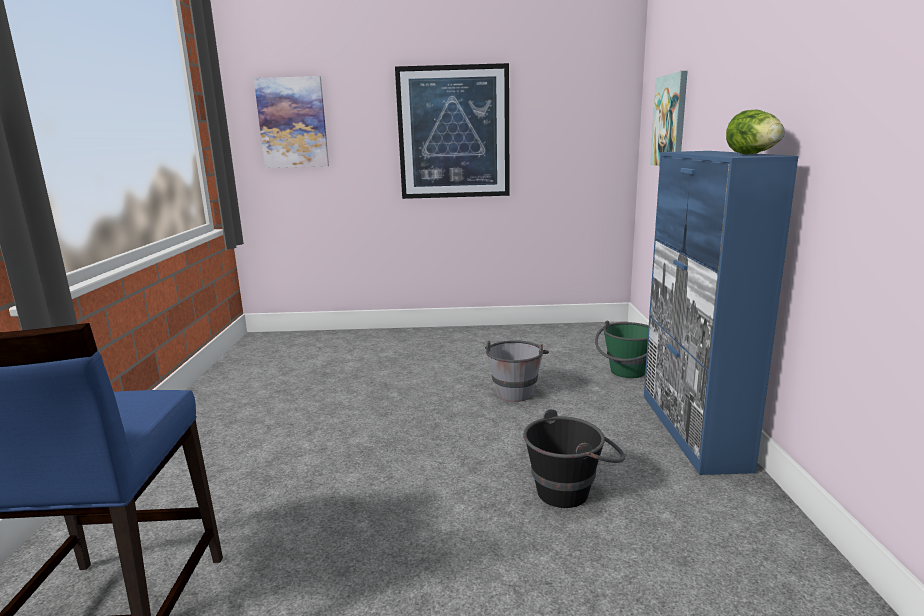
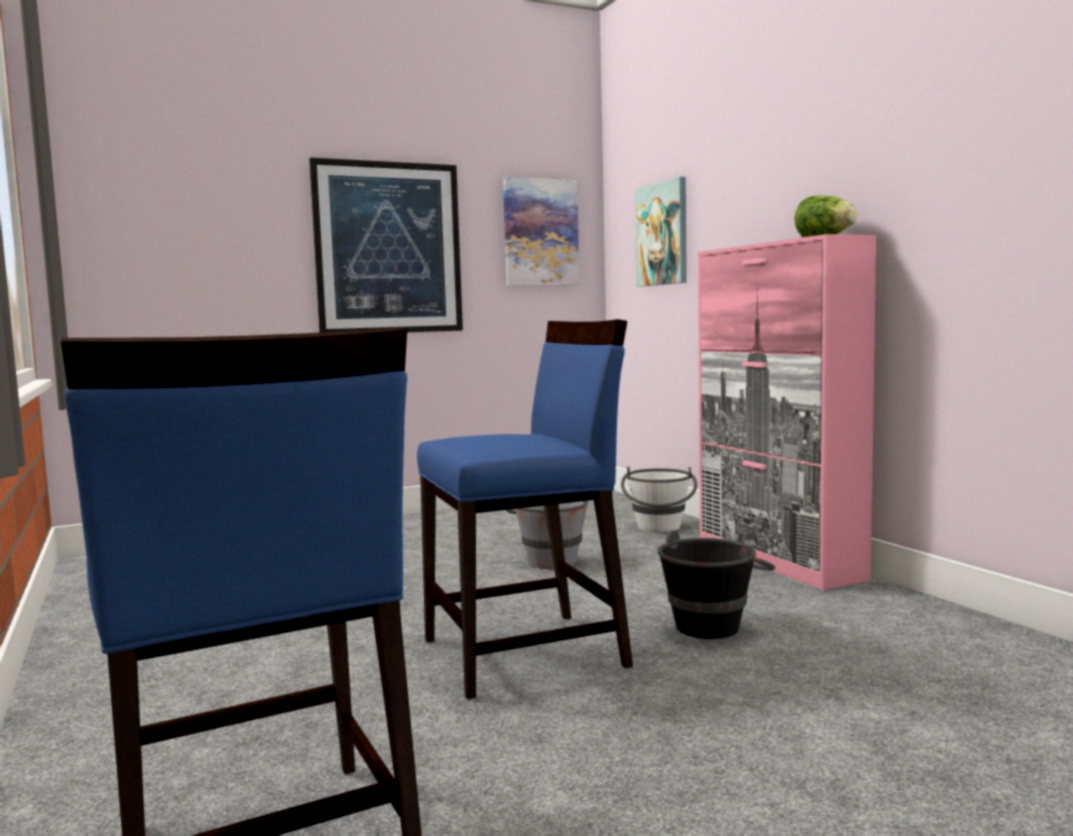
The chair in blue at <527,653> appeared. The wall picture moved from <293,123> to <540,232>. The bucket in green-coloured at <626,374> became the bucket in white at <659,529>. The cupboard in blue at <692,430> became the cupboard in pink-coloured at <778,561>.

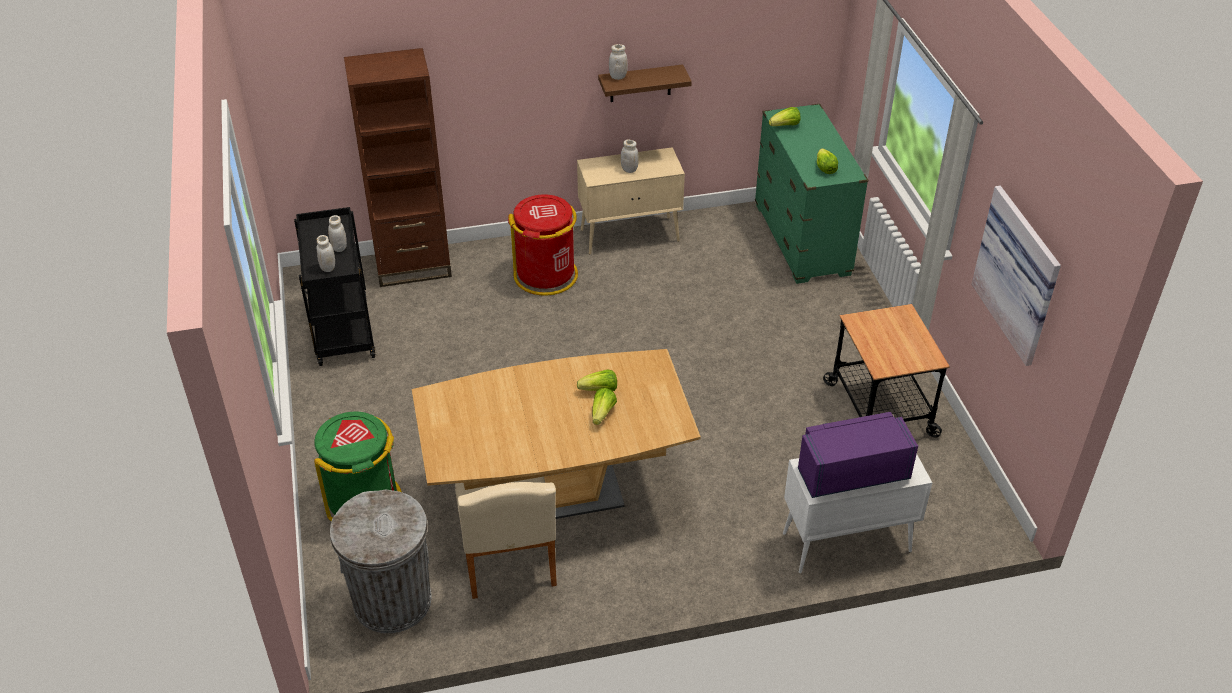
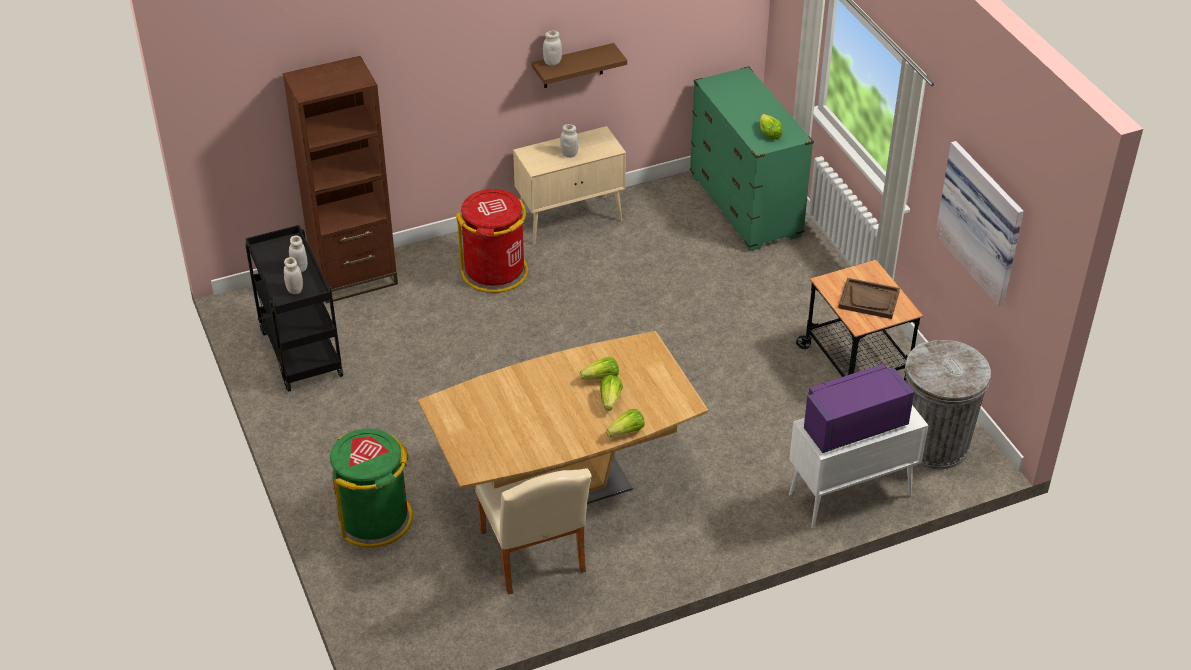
The head of lettuce moved from <785,126> to <627,432>. The carrying tray in brown-coloured at <869,300> appeared. The waste bin in greyish moved from <392,601> to <934,444>.

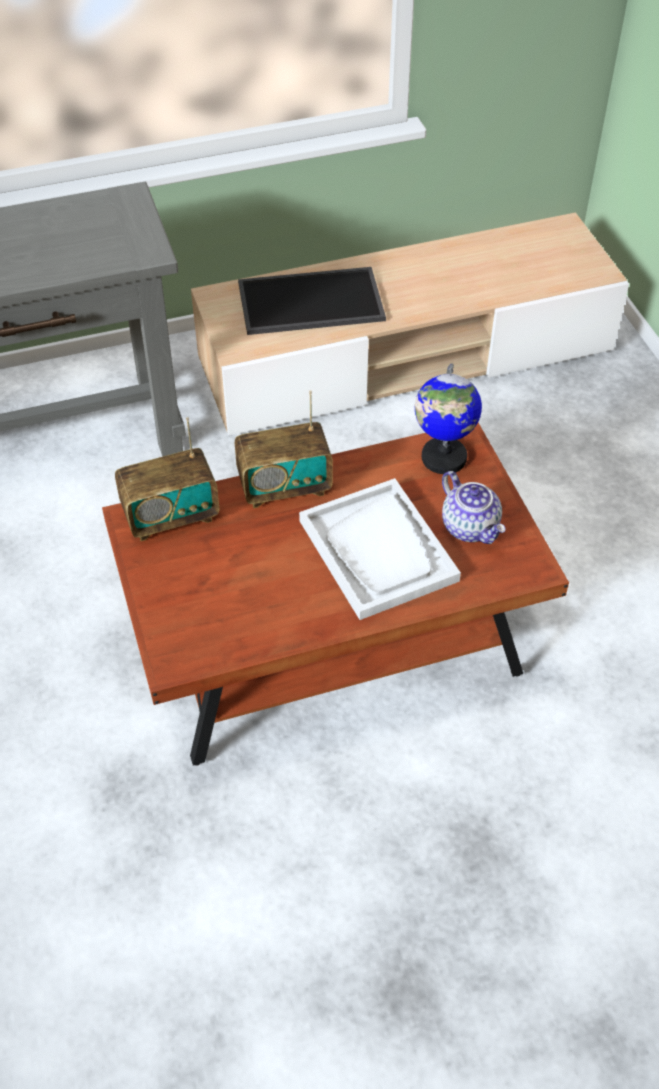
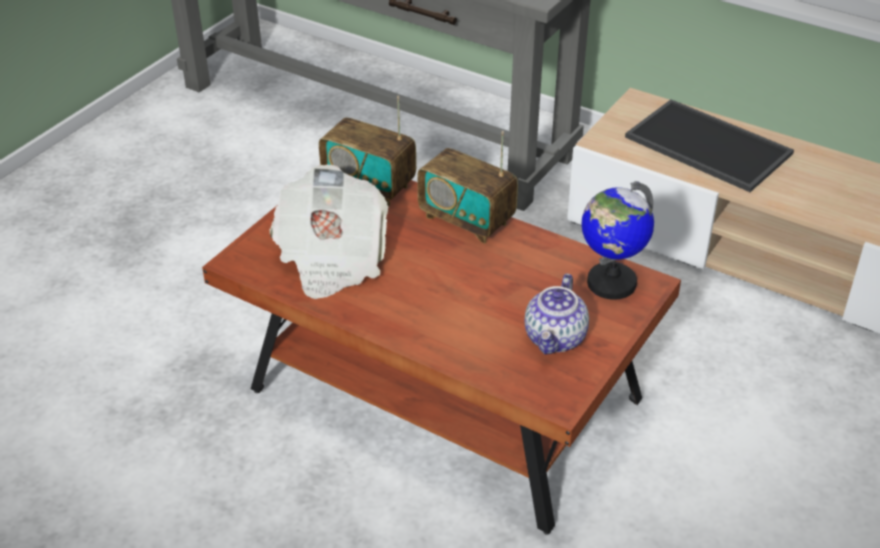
The printed paper at <331,258> appeared. The carrying tray in white at <378,551> disappeared.

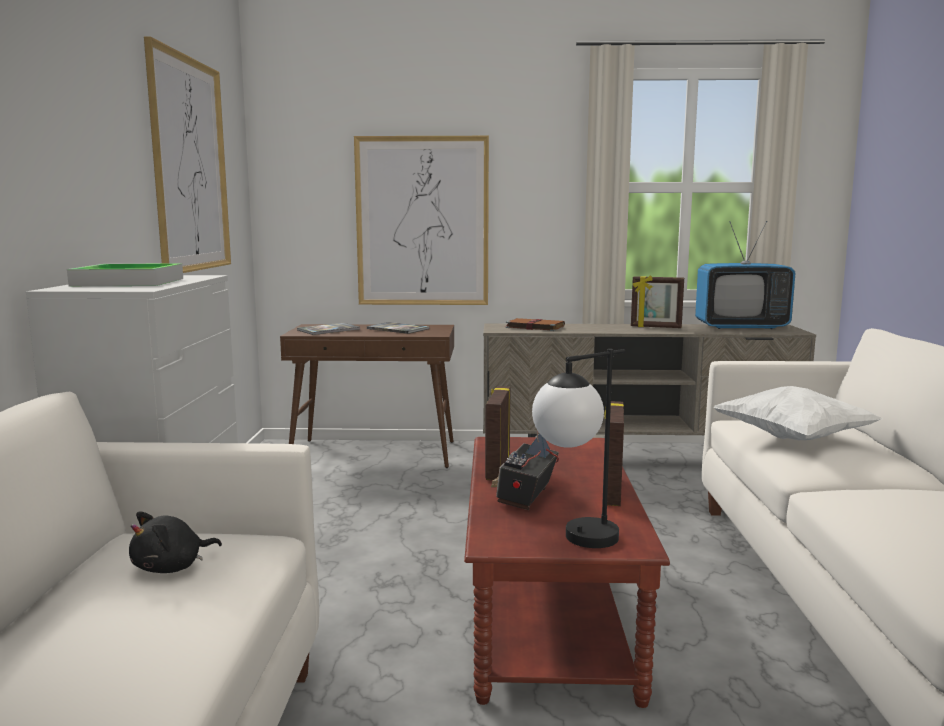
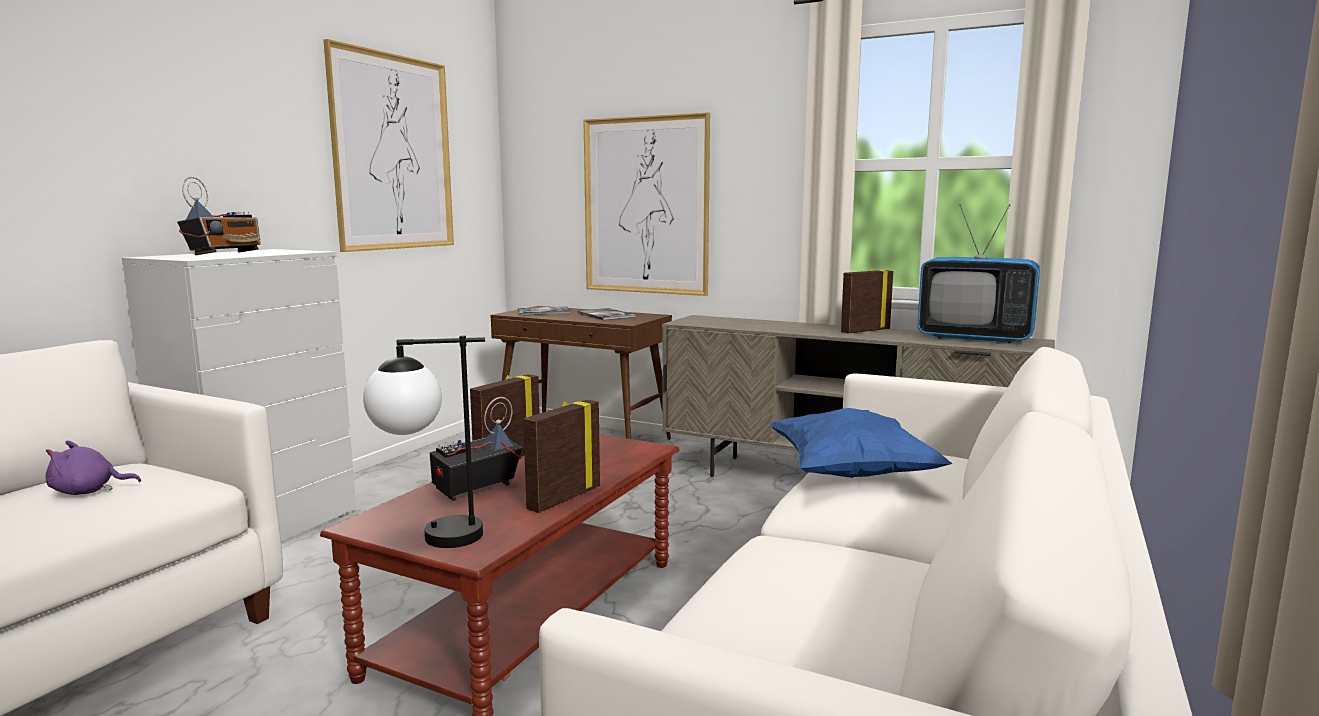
The soft toy in black at <172,567> became the soft toy in purple-coloured at <88,491>. The carrying tray at <129,282> was replaced by the radio set at <225,254>. The cushion in white at <793,439> became the cushion in blue at <852,475>. The standing frame at <655,327> turned 105 degrees clockwise. The book in brown-coloured at <534,327> disappeared.

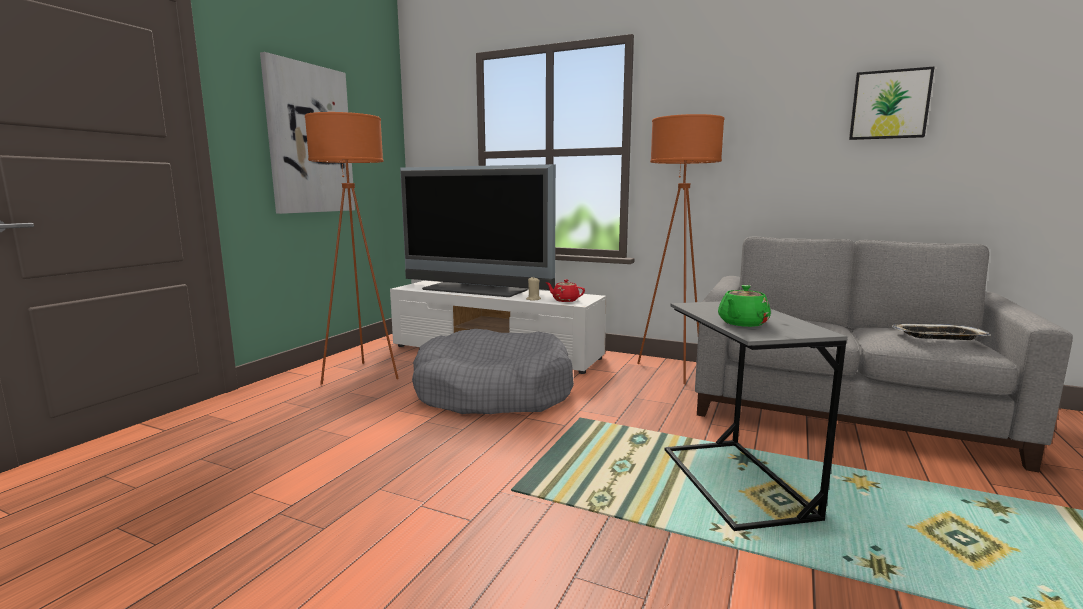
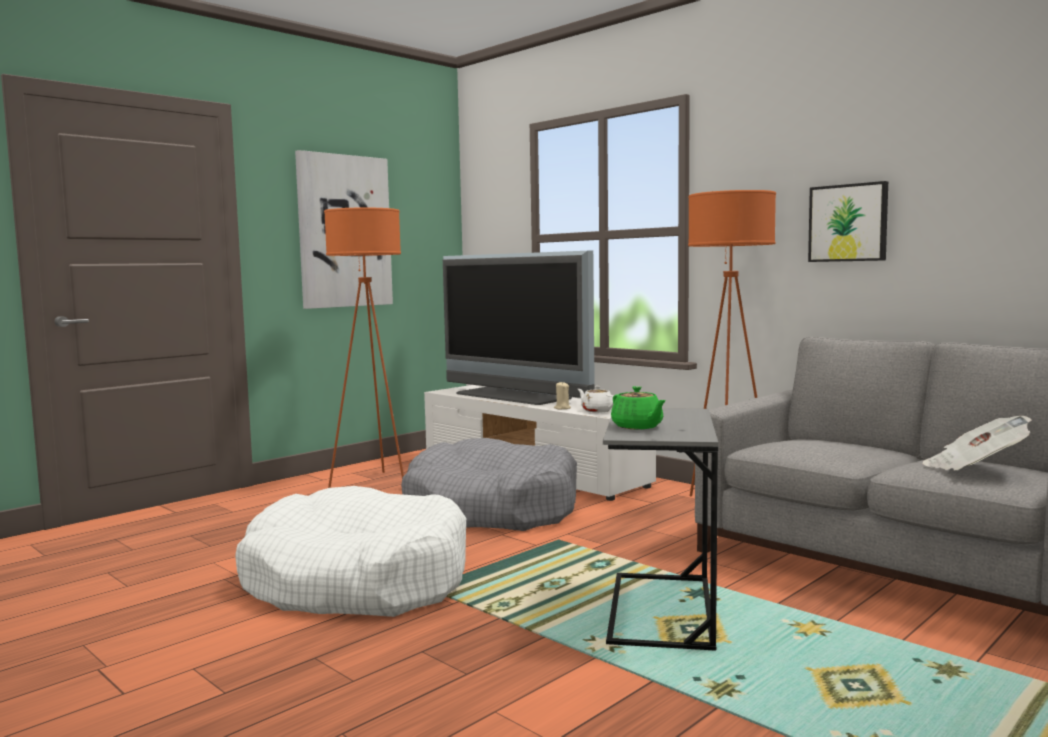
The pet bed in white at <357,581> appeared. The pot for tea in red at <565,300> became the pot for tea in white at <597,411>. The pot for tea in green-coloured at <742,323> turned 90 degrees counterclockwise. The wall picture moved from <889,105> to <848,223>. The carrying tray at <938,337> was replaced by the printed paper at <974,468>.

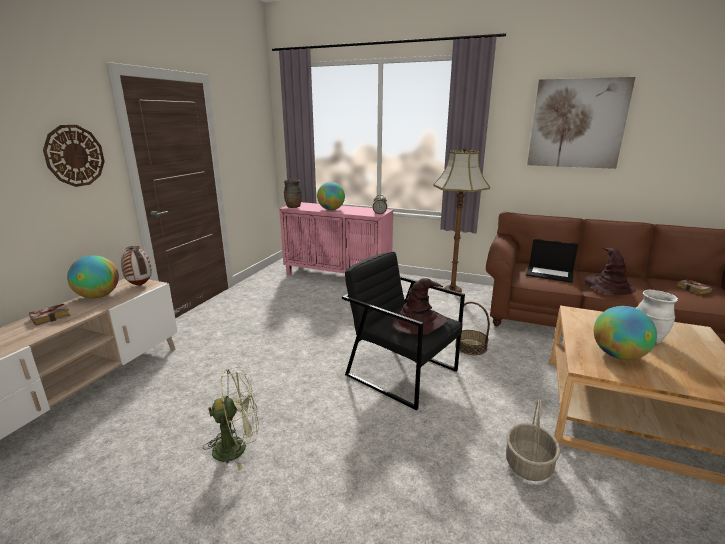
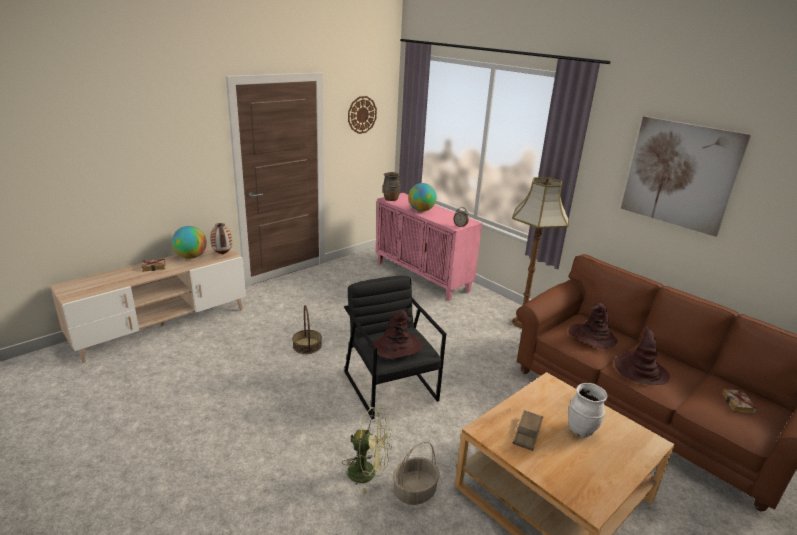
The storage basket moved from <471,346> to <307,345>. The fan in green-coloured moved from <237,447> to <368,473>. The clock on the wall moved from <74,155> to <362,114>. The world globe at <618,355> was replaced by the carrying tray in brown-coloured at <527,433>. The portable computer at <550,274> was replaced by the clothing hat in brown-coloured at <591,337>.

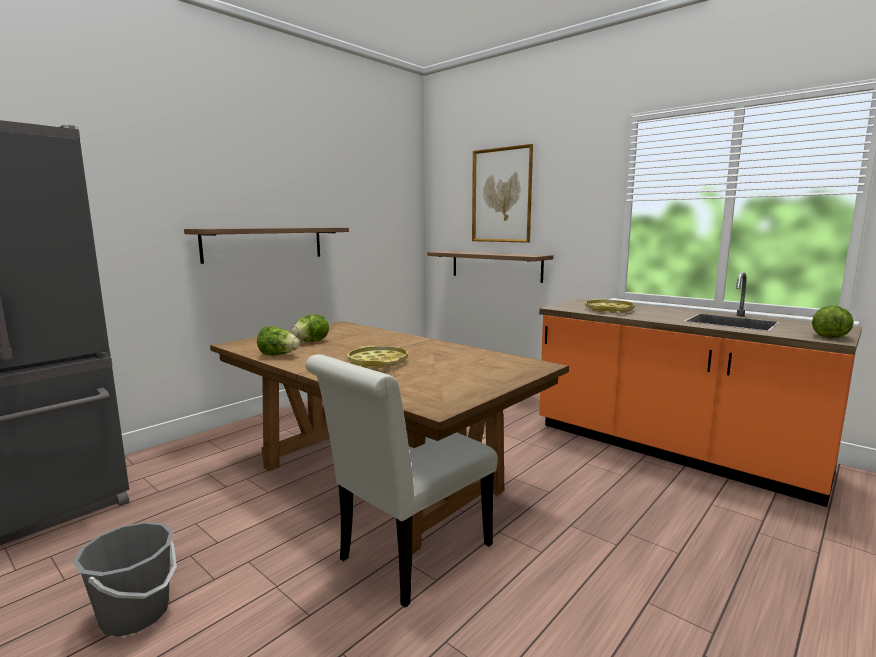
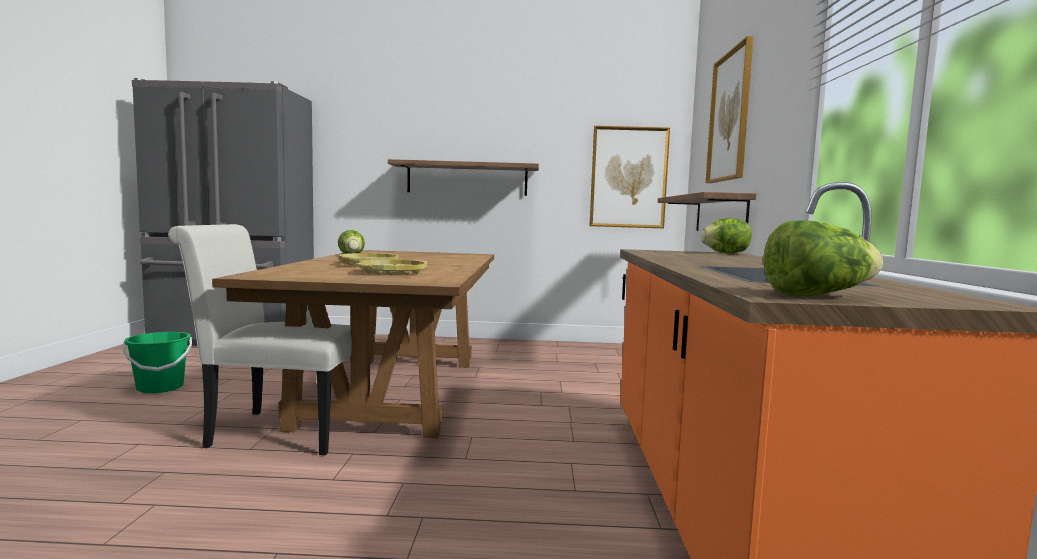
The bucket in greyish at <135,614> became the bucket in green-coloured at <160,387>. The carrying tray in yellow-coloured moved from <609,310> to <393,272>. The wall picture at <628,177> appeared. The head of lettuce moved from <311,341> to <725,253>.

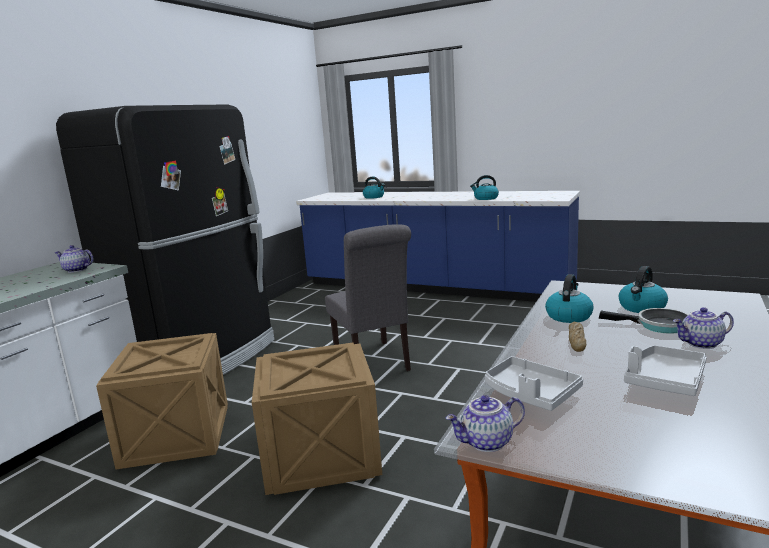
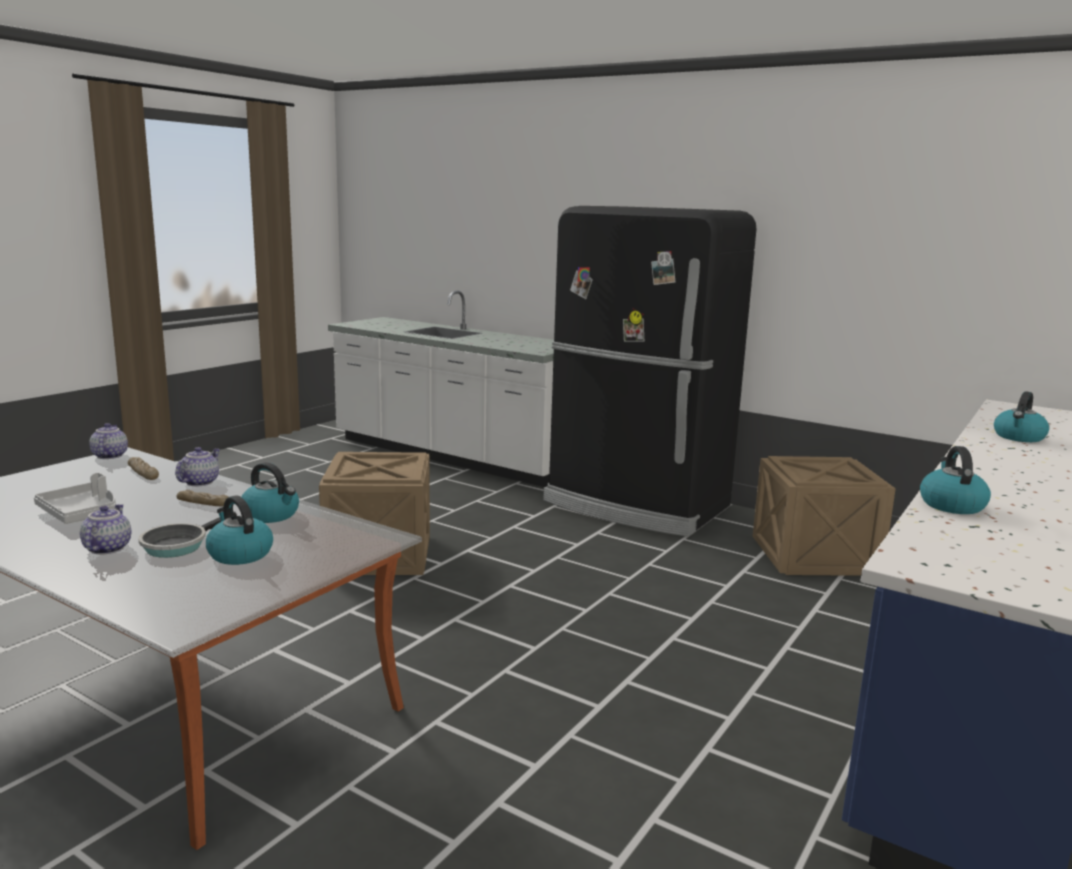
The carrying tray in greyish at <530,394> was replaced by the baked bread at <143,473>. The pot for tea moved from <76,270> to <199,482>. The crate moved from <177,437> to <812,557>. The chair in greyish at <374,363> disappeared.

